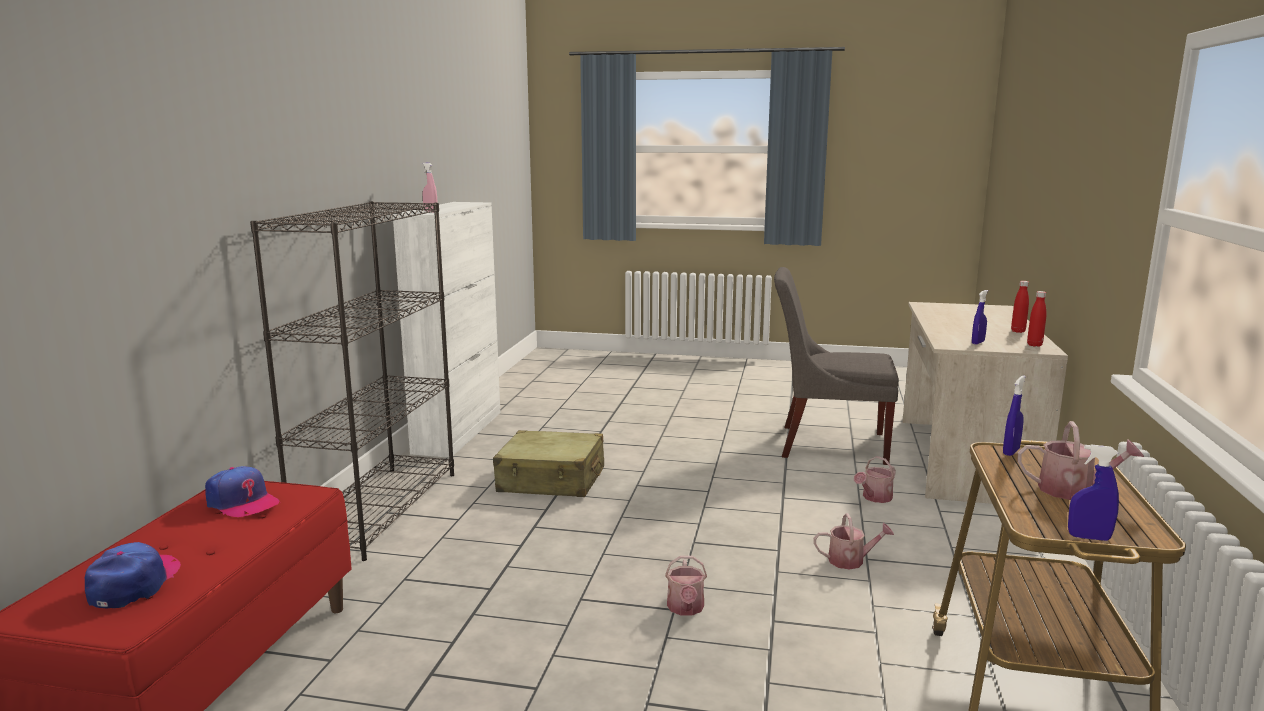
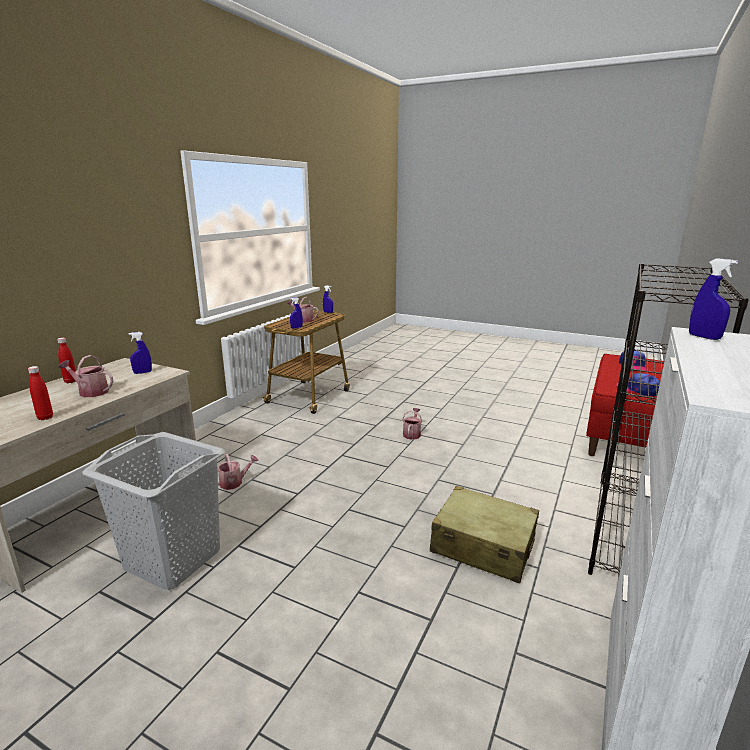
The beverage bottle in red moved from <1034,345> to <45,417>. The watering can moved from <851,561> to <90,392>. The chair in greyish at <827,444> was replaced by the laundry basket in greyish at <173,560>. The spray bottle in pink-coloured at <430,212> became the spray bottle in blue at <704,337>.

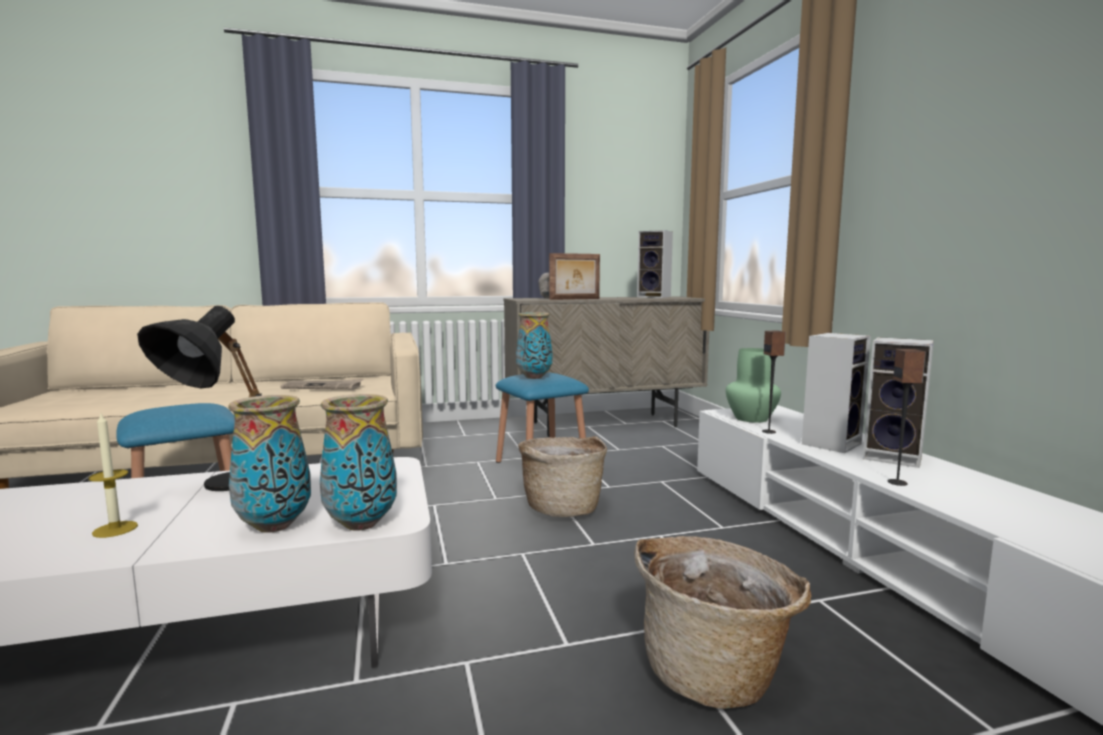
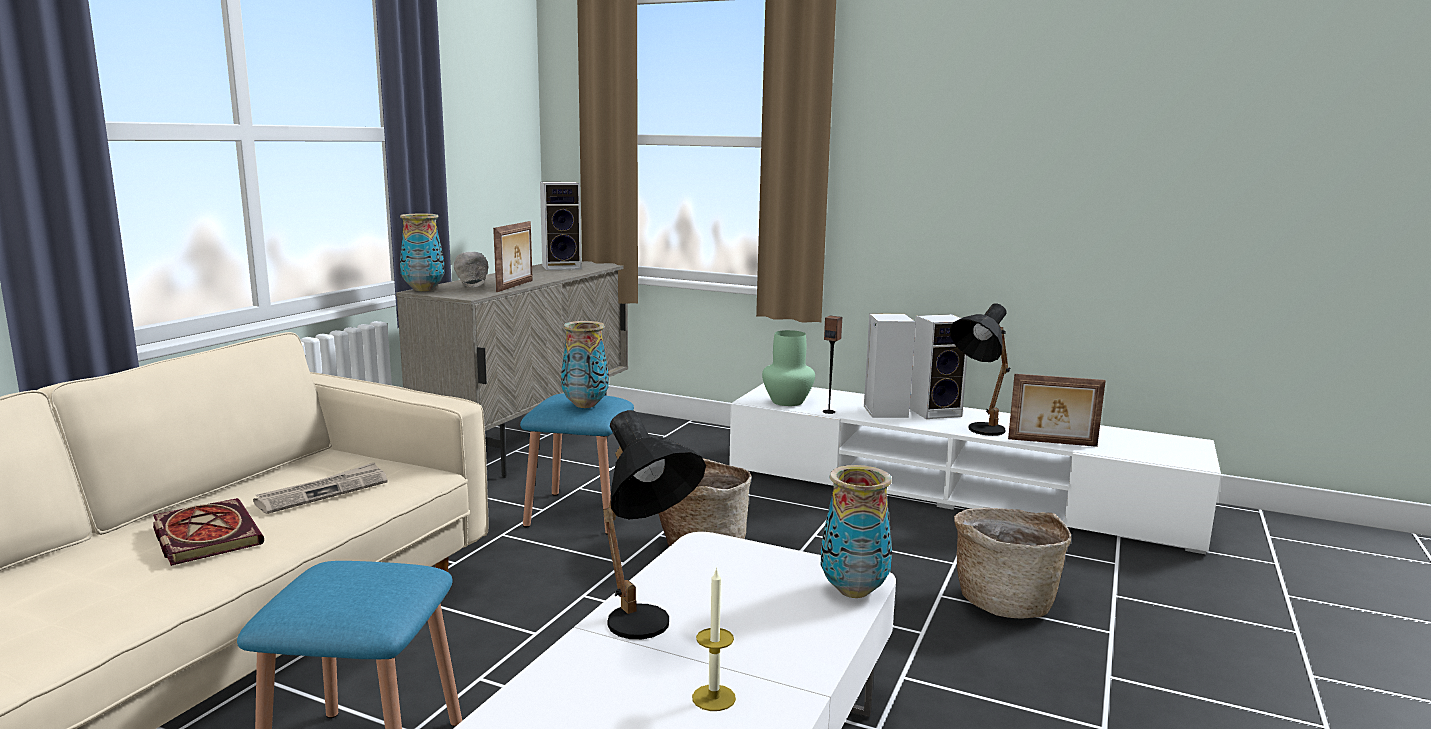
The book at <204,535> appeared. The flower vase moved from <275,525> to <423,289>. The audio speaker at <897,482> was replaced by the tabletop lamp in black at <977,432>. The standing frame at <1052,443> appeared.

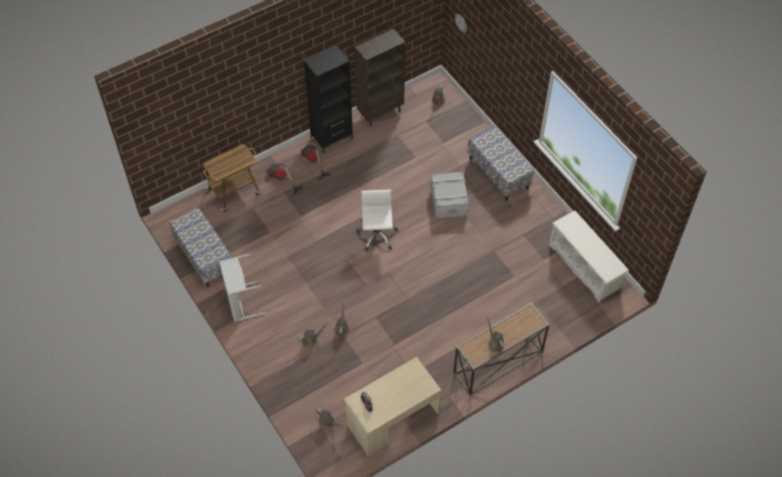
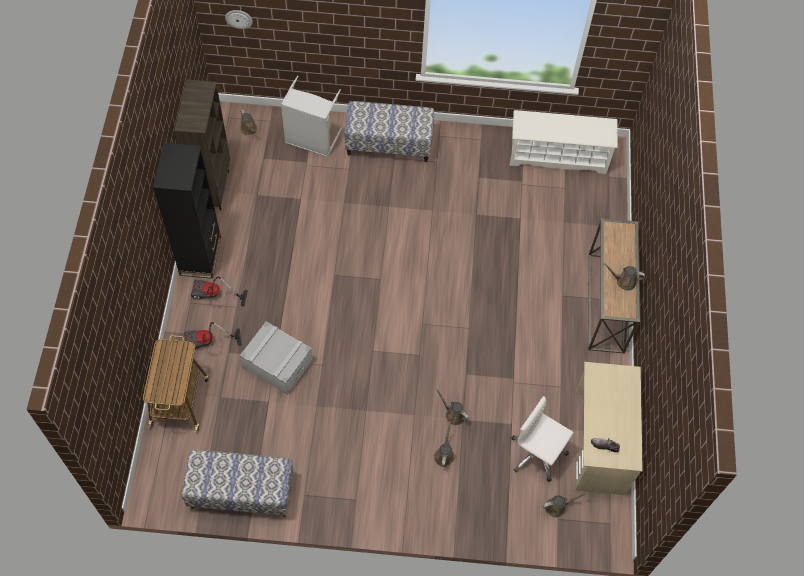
The storage box in greyish moved from <448,201> to <277,364>. The laundry basket in greyish moved from <240,303> to <311,140>. The computer chair in white moved from <377,235> to <537,454>.

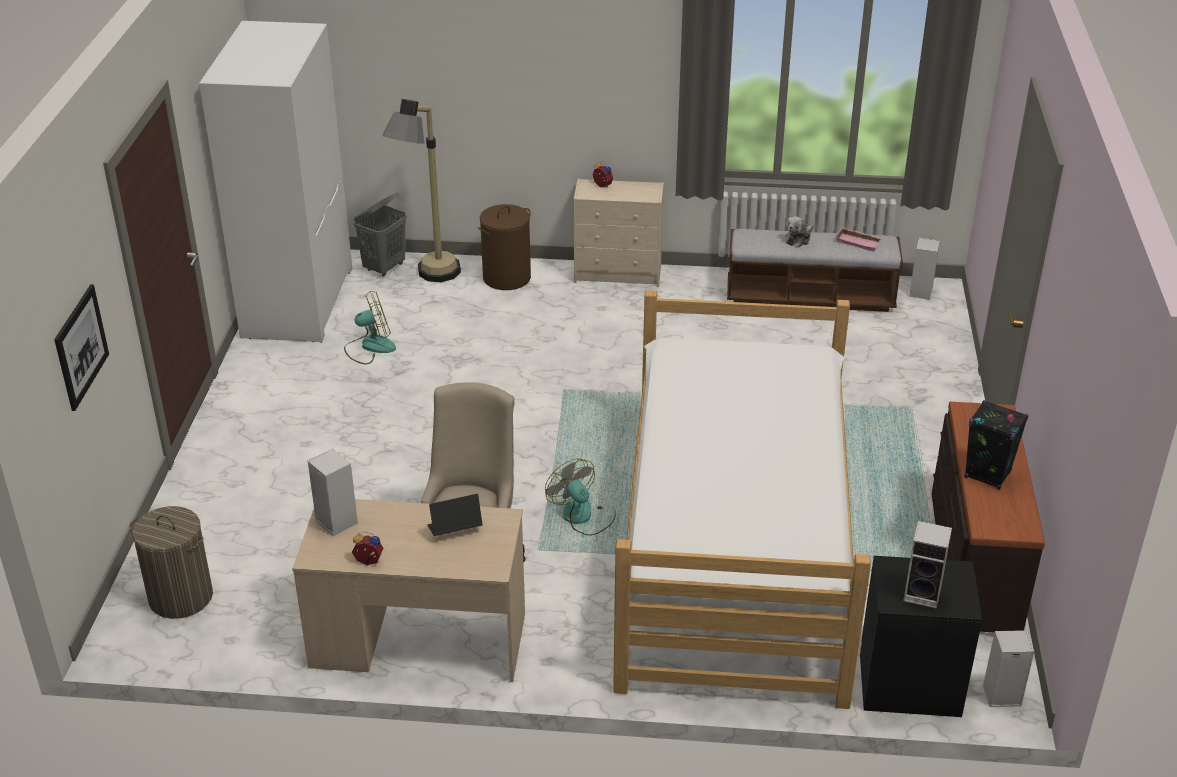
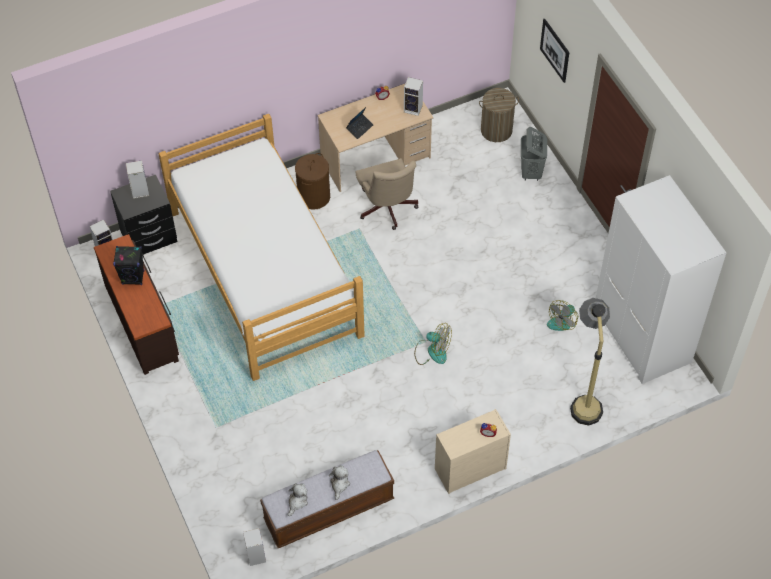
The carrying tray in pink-coloured at <859,242> was replaced by the soft toy at <297,502>. The laundry basket in brown-coloured moved from <507,277> to <314,197>. The fan moved from <583,517> to <432,351>. The laundry basket in greyish moved from <384,267> to <531,172>.

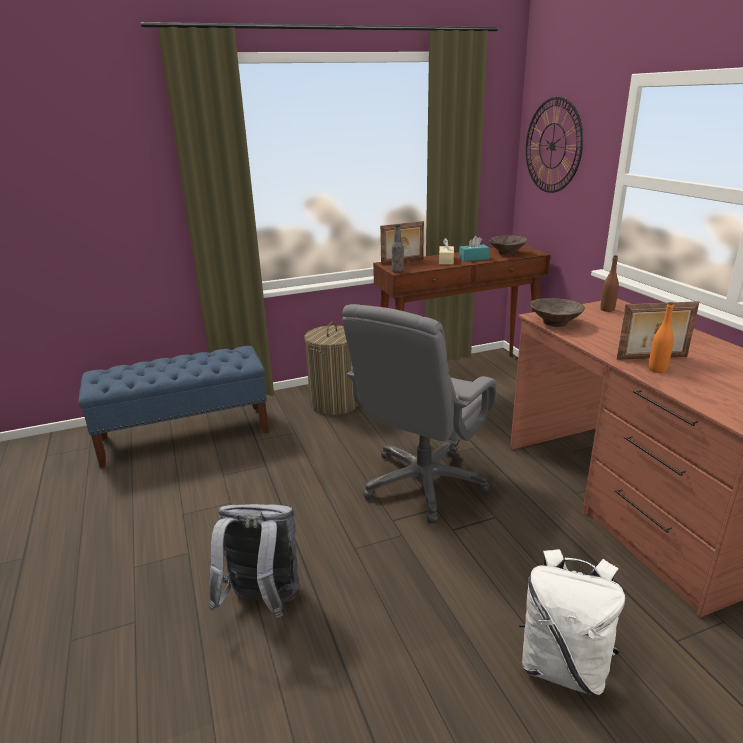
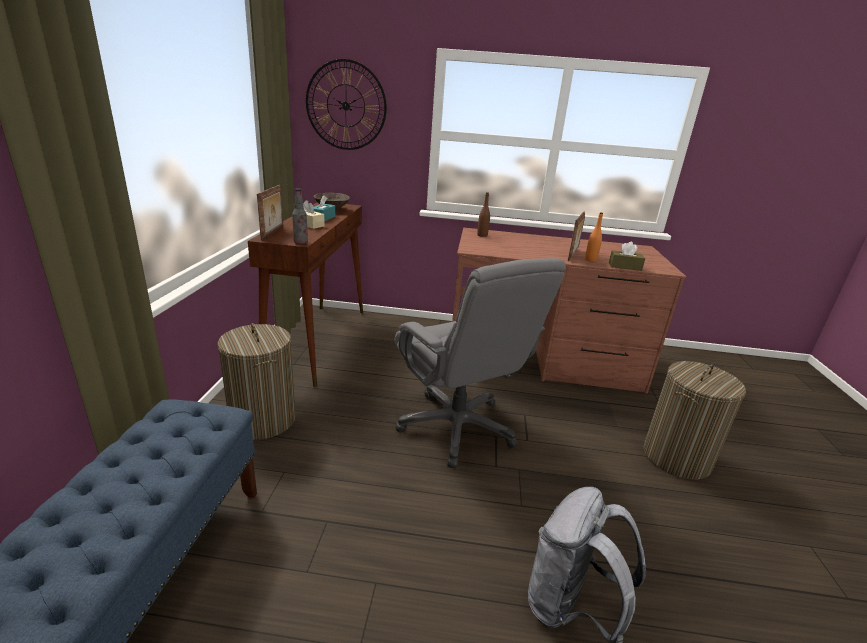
The box of tissues in brown-coloured at <625,266> appeared. The knapsack in white at <563,665> was replaced by the laundry basket at <676,457>. The deep dish in brown-coloured at <555,323> disappeared.

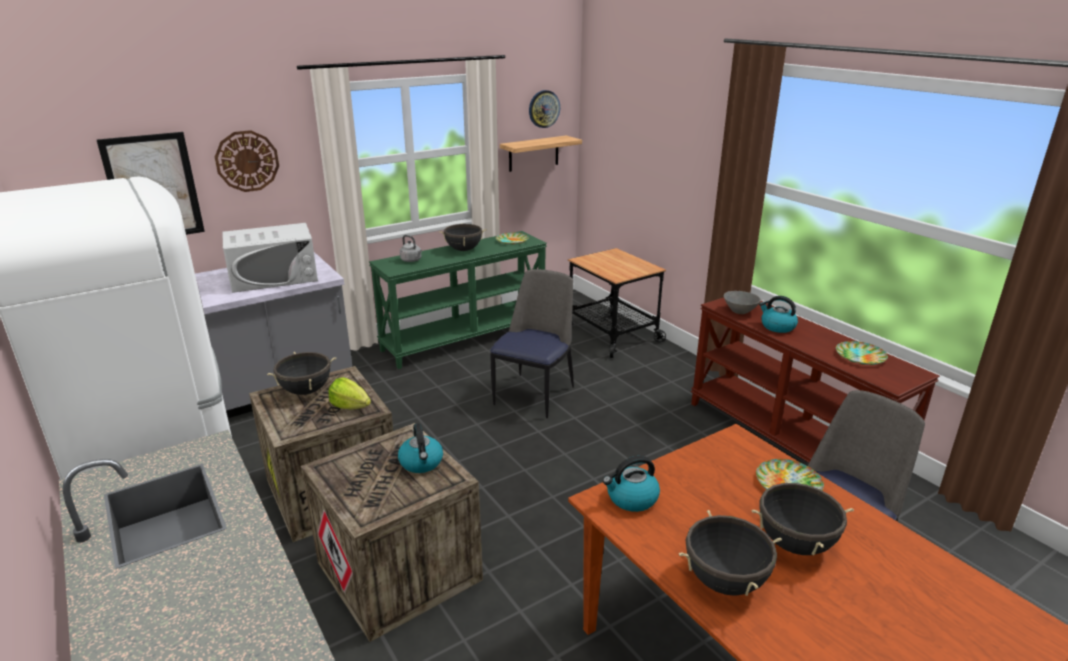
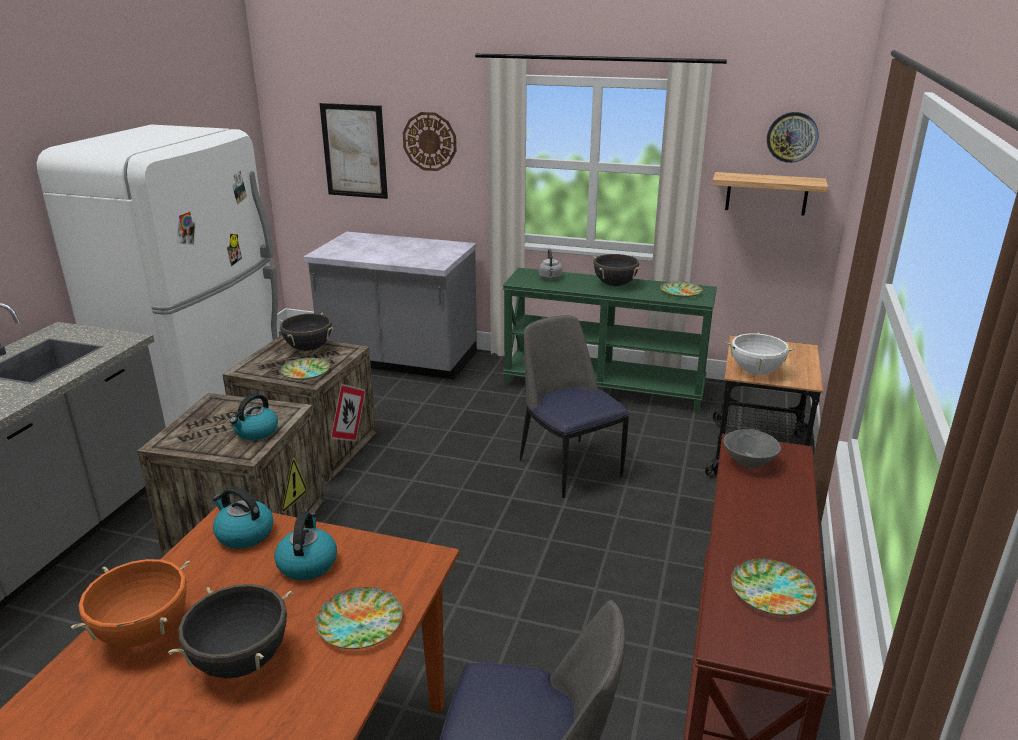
The stockpot in black at <725,581> became the stockpot in orange at <144,632>. The water kettle moved from <777,326> to <307,563>. The head of lettuce at <350,406> was replaced by the dinner plate at <306,372>. The chair at <535,394> turned 105 degrees counterclockwise. The stockpot in white at <756,371> appeared. The kitchen microwave in white at <274,277> disappeared.

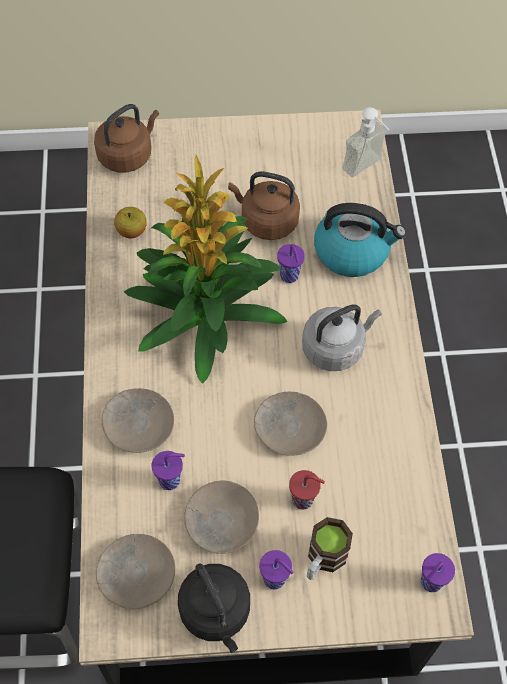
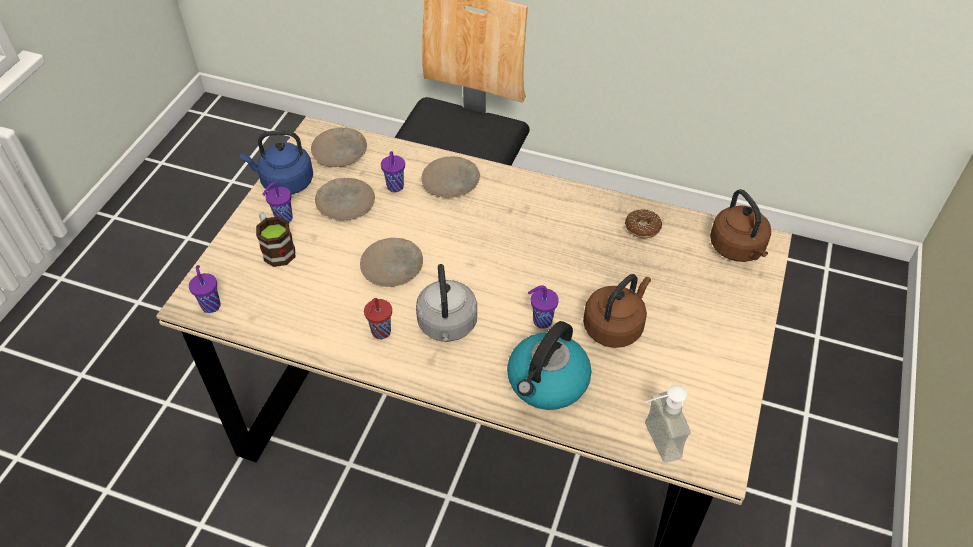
The water kettle in black at <216,613> became the water kettle in blue at <284,182>. The small cup in red moved from <304,500> to <380,333>. The apple fruit at <131,231> was replaced by the ring doughnut at <642,228>. The houseplant at <203,315> disappeared.

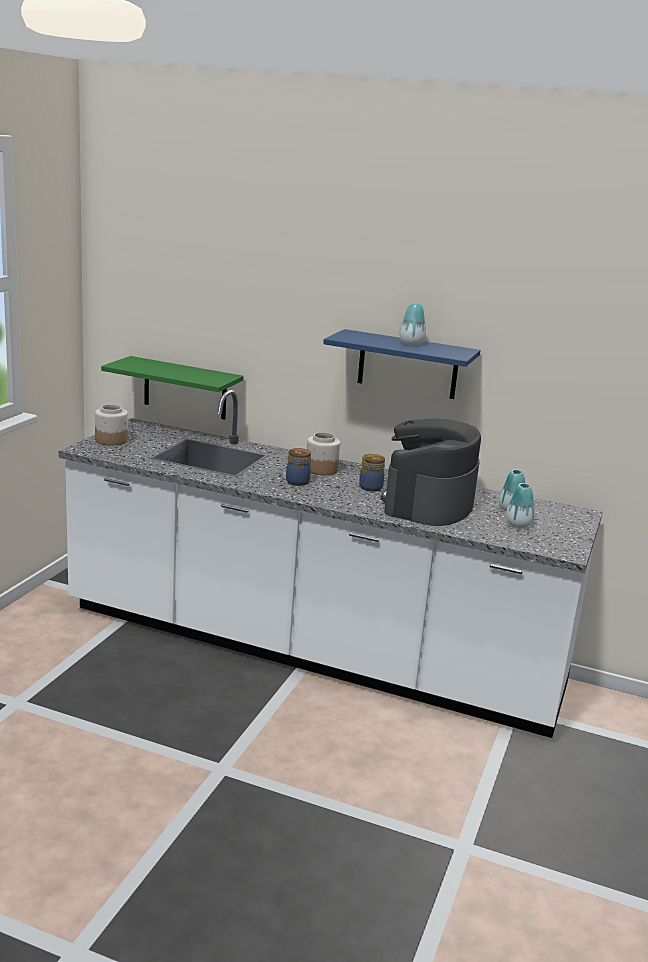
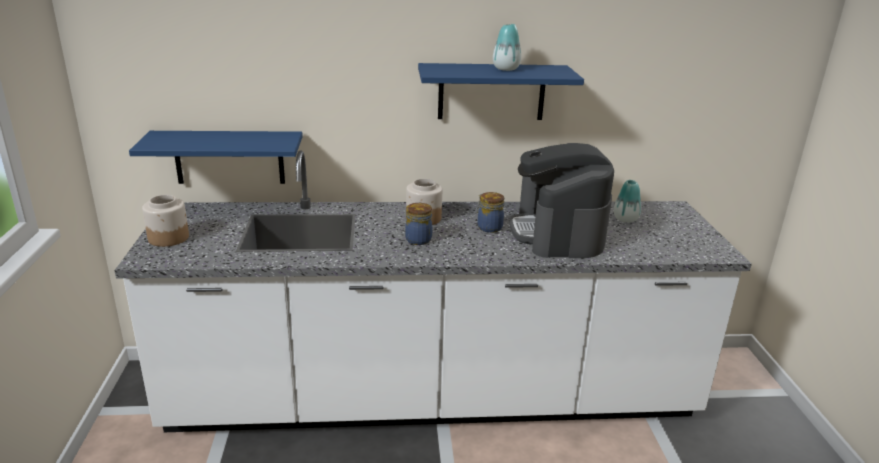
The shelf in green-coloured at <185,388> became the shelf in blue at <229,157>. The flower vase at <518,525> disappeared.

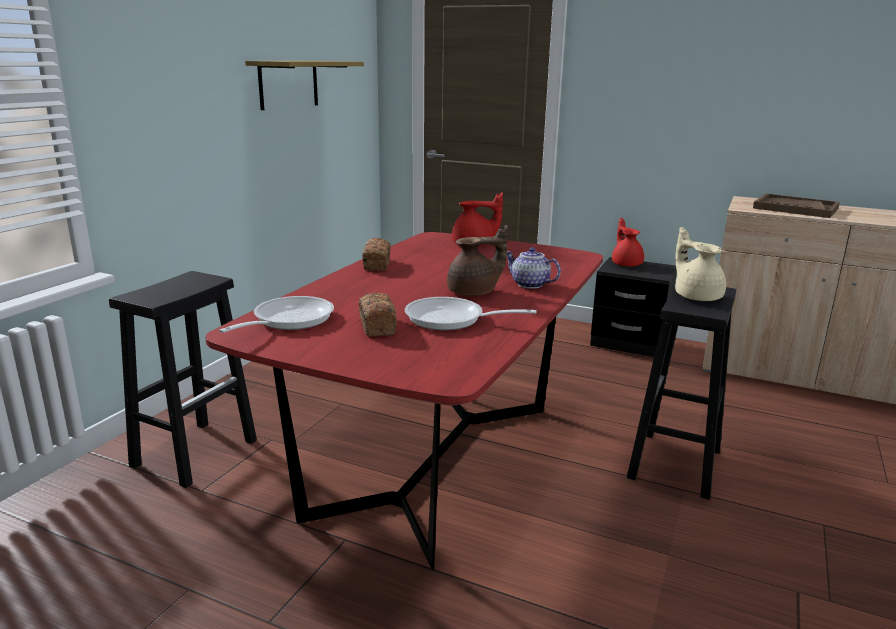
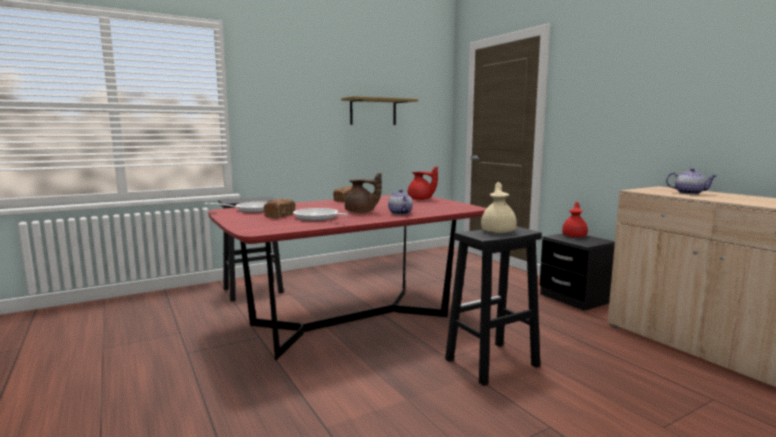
The carrying tray in brown-coloured at <795,208> was replaced by the pot for tea at <689,193>.

